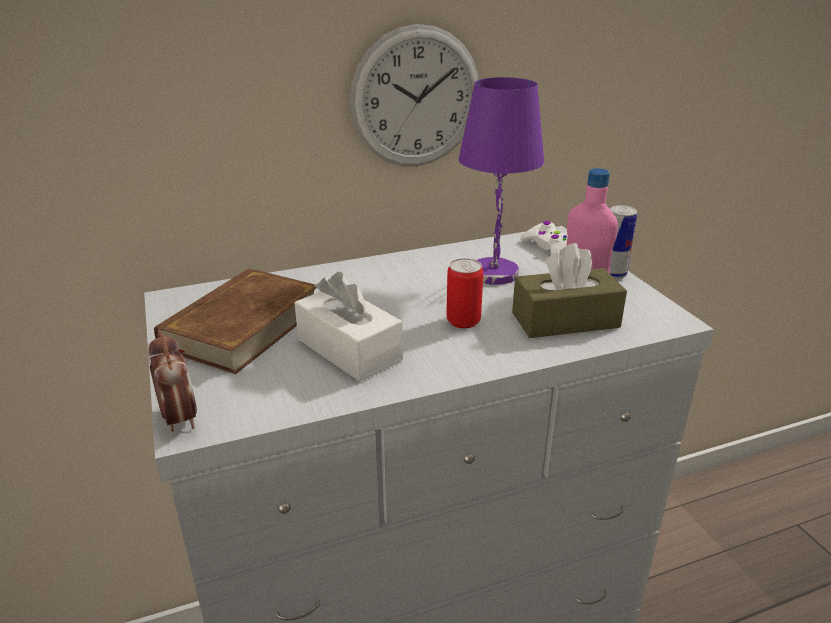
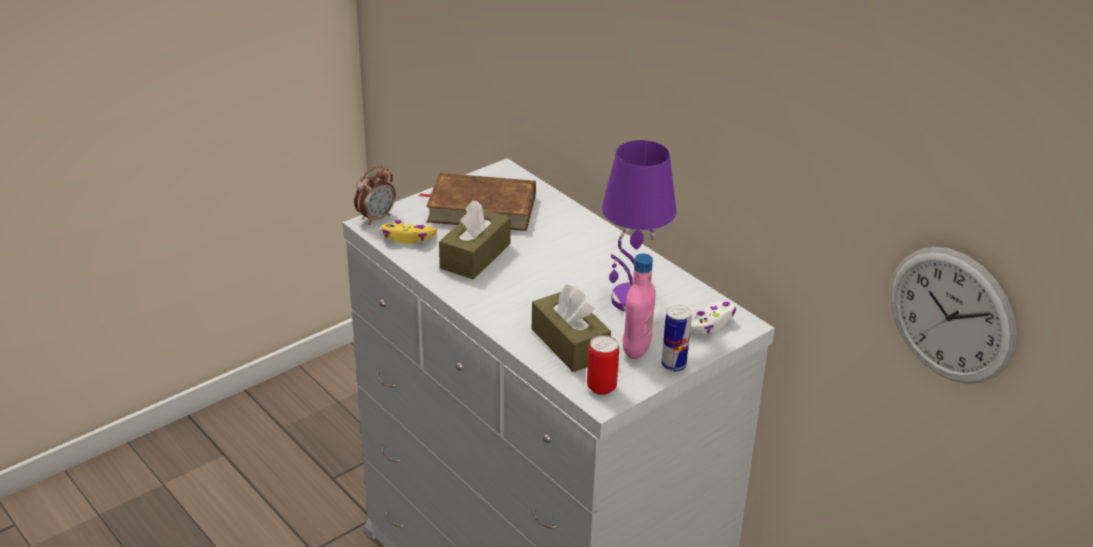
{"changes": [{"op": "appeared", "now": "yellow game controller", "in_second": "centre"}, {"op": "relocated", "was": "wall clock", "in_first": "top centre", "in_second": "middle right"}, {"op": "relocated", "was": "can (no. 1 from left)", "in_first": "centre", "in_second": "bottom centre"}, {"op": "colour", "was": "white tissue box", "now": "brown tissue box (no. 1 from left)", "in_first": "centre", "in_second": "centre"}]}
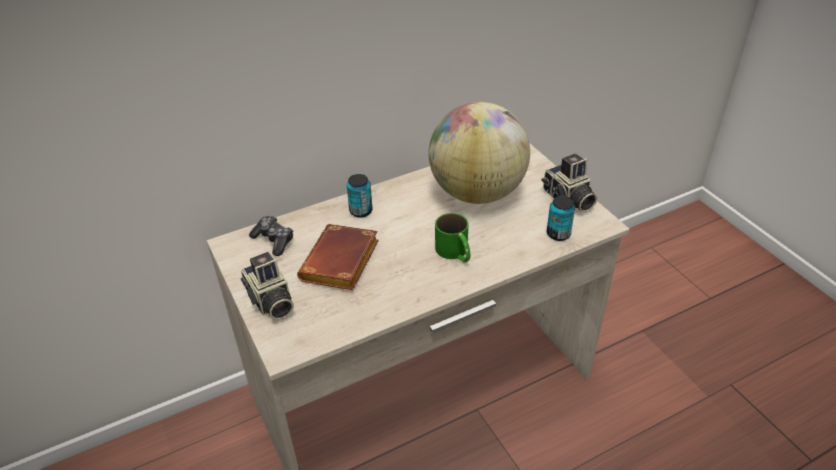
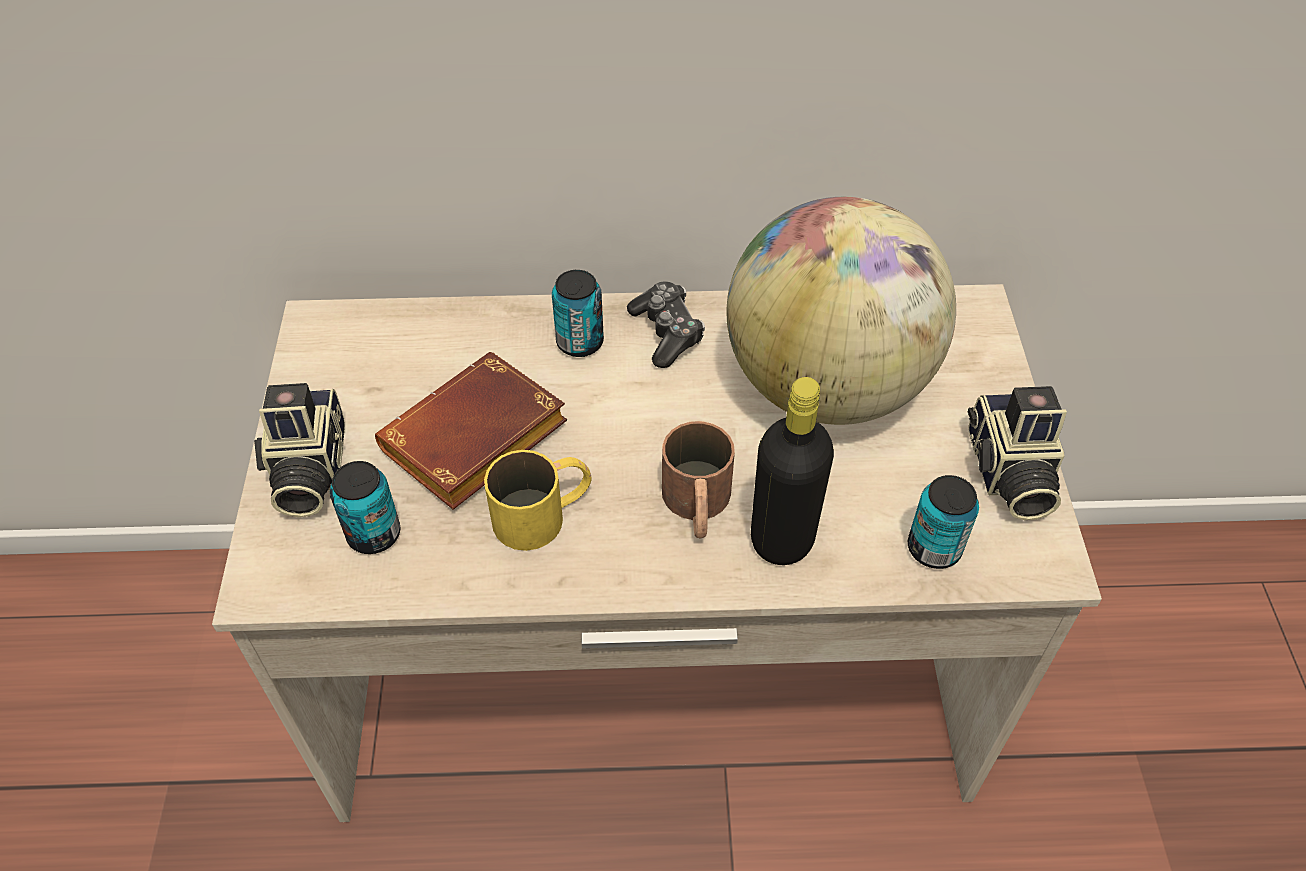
{"changes": [{"op": "appeared", "now": "can (no. 1 from left)", "in_second": "middle left"}, {"op": "appeared", "now": "yellow mug", "in_second": "centre"}, {"op": "appeared", "now": "black bottle", "in_second": "centre"}, {"op": "relocated", "was": "game controller", "in_first": "middle left", "in_second": "centre"}, {"op": "colour", "was": "green mug", "now": "brown mug", "in_first": "centre", "in_second": "centre"}]}
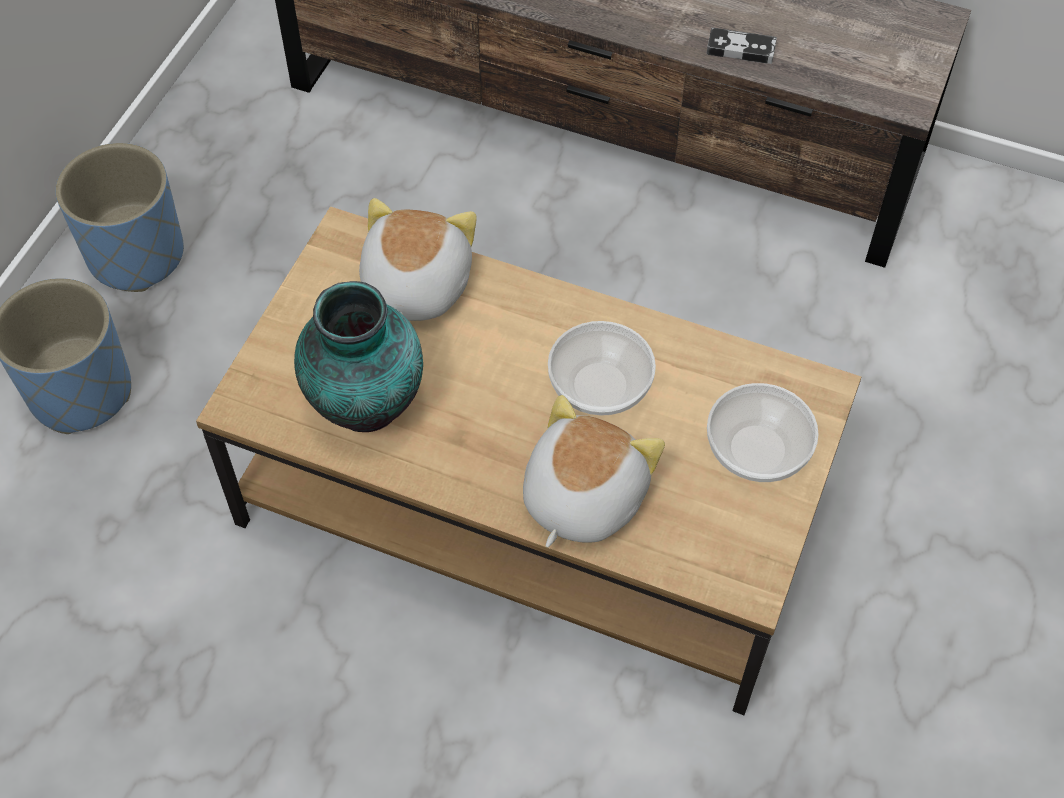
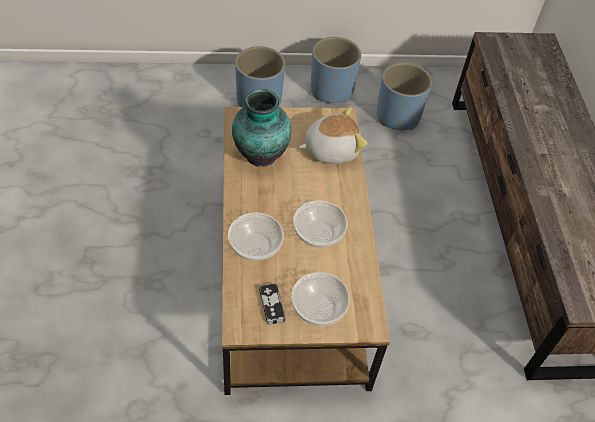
{"changes": [{"op": "appeared", "now": "blue planter (no. 3 from left)", "in_second": "top right"}, {"op": "relocated", "was": "game controller", "in_first": "top right", "in_second": "bottom centre"}, {"op": "exchanged", "was": "plush toy (no. 2 from left)", "now": "bowl (no. 1 from left)", "in_first": "centre", "in_second": "centre"}]}
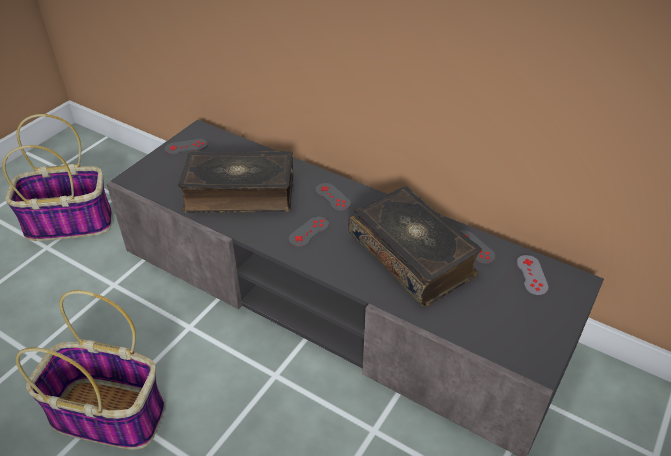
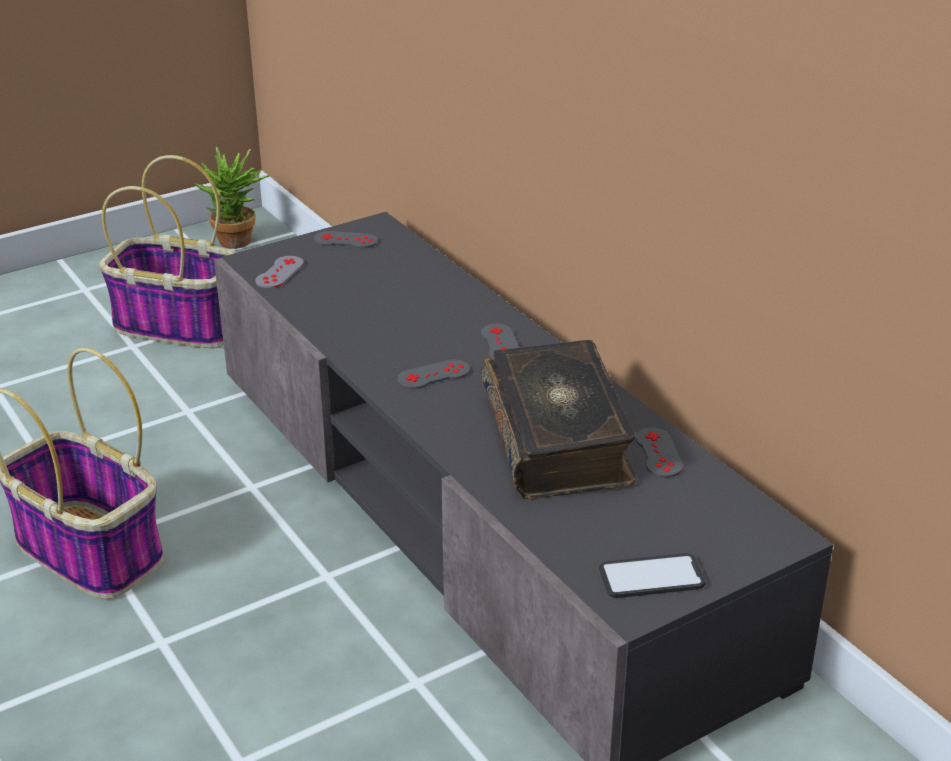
{"changes": [{"op": "missing", "was": "book (no. 1 from left)", "in_first": "centre"}, {"op": "appeared", "now": "potted plant", "in_second": "top left"}, {"op": "appeared", "now": "phone", "in_second": "bottom right"}, {"op": "relocated", "was": "grey game controller (no. 5 from left in the first image)", "now": "grey game controller (no. 1 from left)", "in_first": "middle right", "in_second": "middle left"}]}
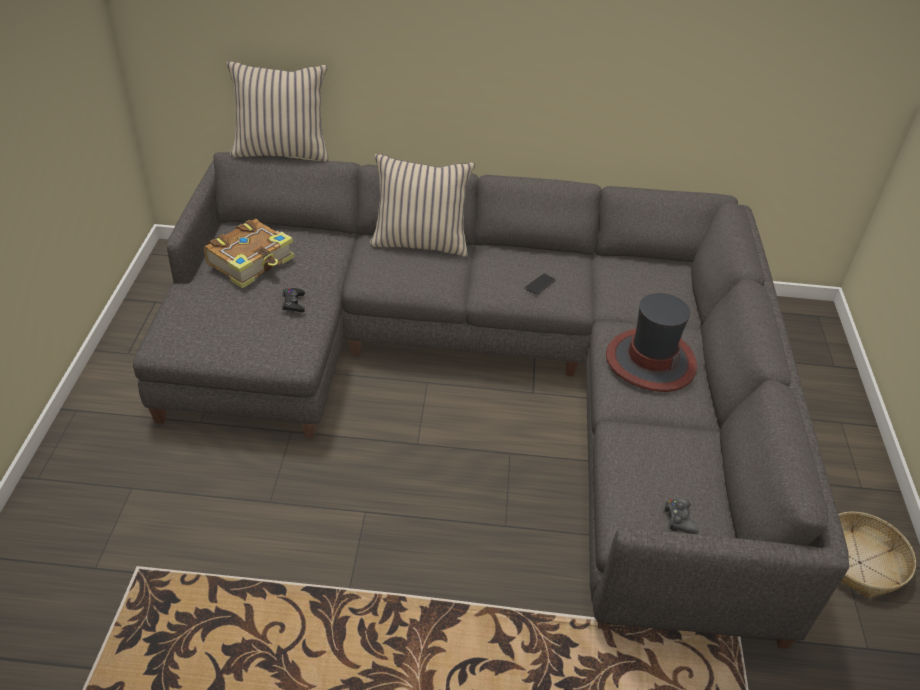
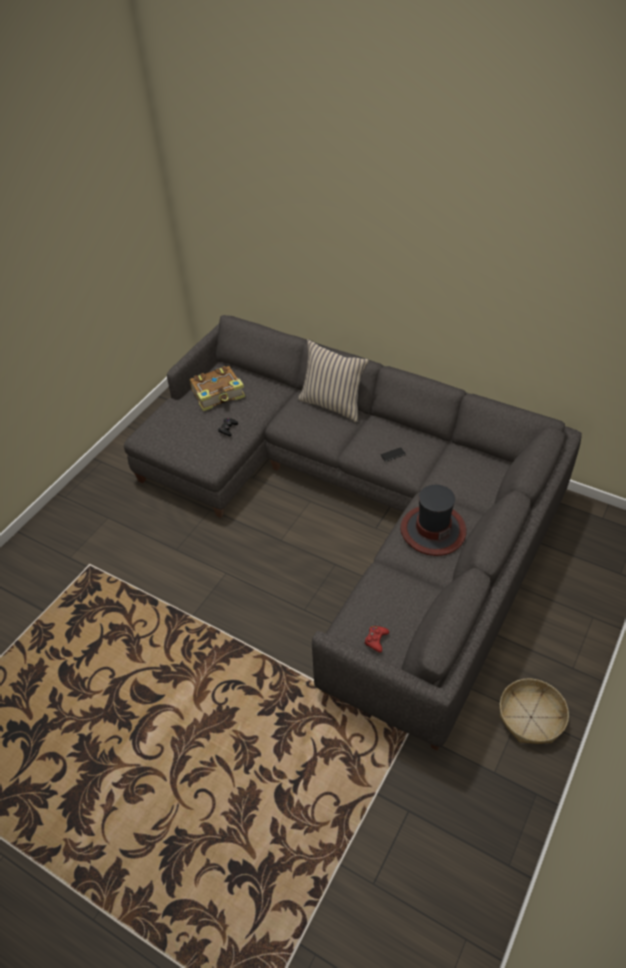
{"changes": [{"op": "missing", "was": "beige pillow (no. 1 from left)", "in_first": "top left"}, {"op": "colour", "was": "black game controller (no. 2 from left)", "now": "red game controller", "in_first": "bottom right", "in_second": "centre"}]}
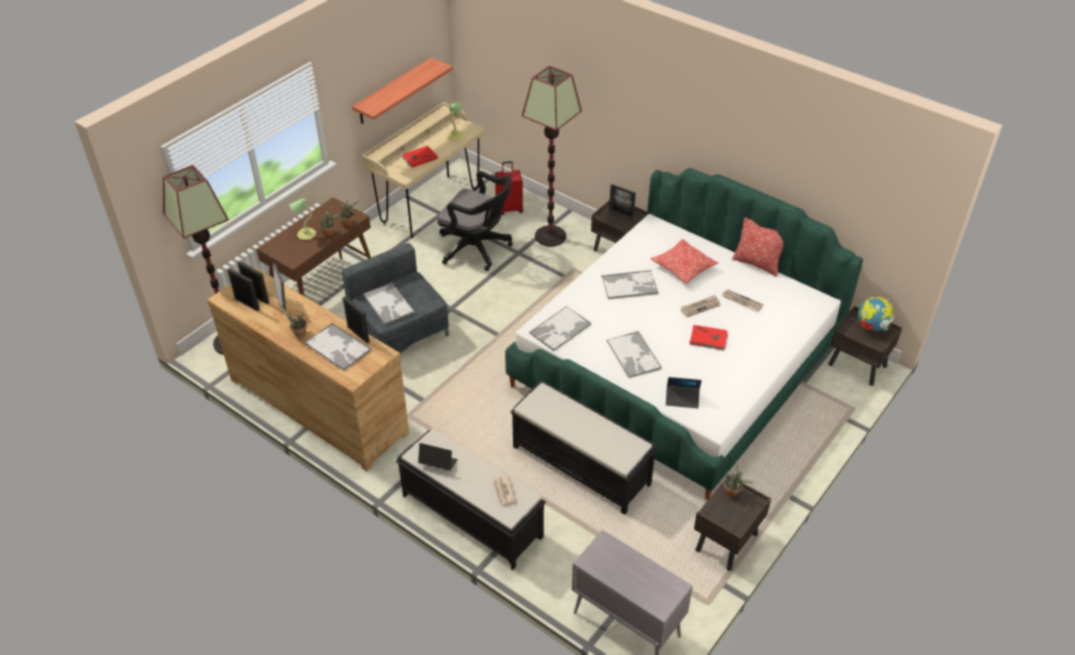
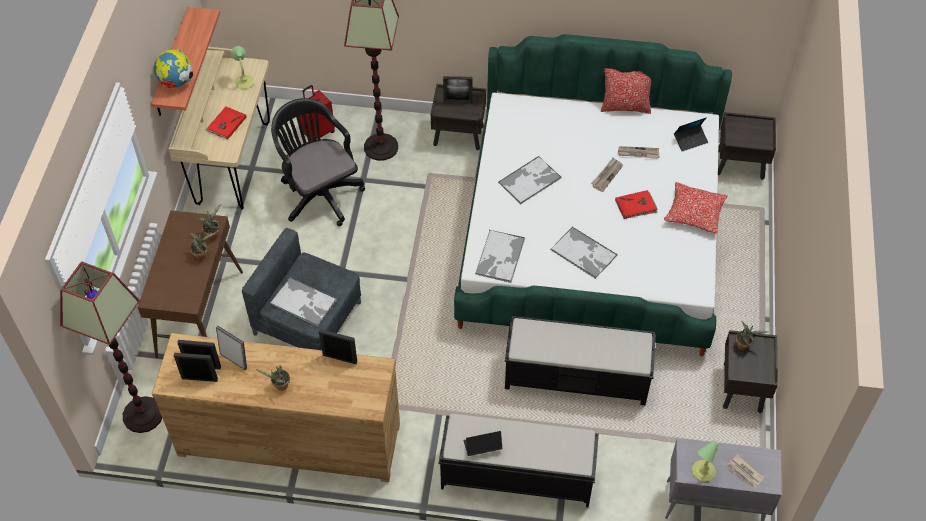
{"changes": [{"op": "missing", "was": "tray (no. 1 from left)", "in_first": "middle left"}, {"op": "relocated", "was": "table lamp (no. 1 from left in the first image)", "now": "table lamp (no. 2 from left)", "in_first": "middle left", "in_second": "bottom right"}, {"op": "relocated", "was": "newspaper (no. 1 from left in the first image)", "now": "newspaper (no. 3 from left)", "in_first": "bottom centre", "in_second": "bottom right"}, {"op": "relocated", "was": "pillow (no. 1 from left in the first image)", "now": "pillow (no. 2 from left)", "in_first": "centre", "in_second": "middle right"}, {"op": "relocated", "was": "laptop (no. 2 from left)", "in_first": "centre", "in_second": "top right"}, {"op": "relocated", "was": "globe", "in_first": "middle right", "in_second": "top left"}, {"op": "spun", "was": "black office chair", "in_first": "centre", "in_second": "top centre", "clockwise": -120}]}
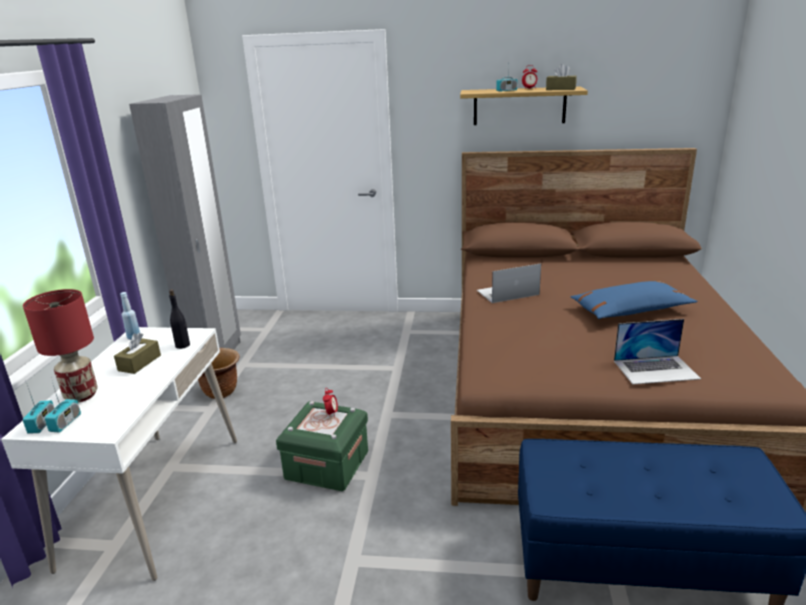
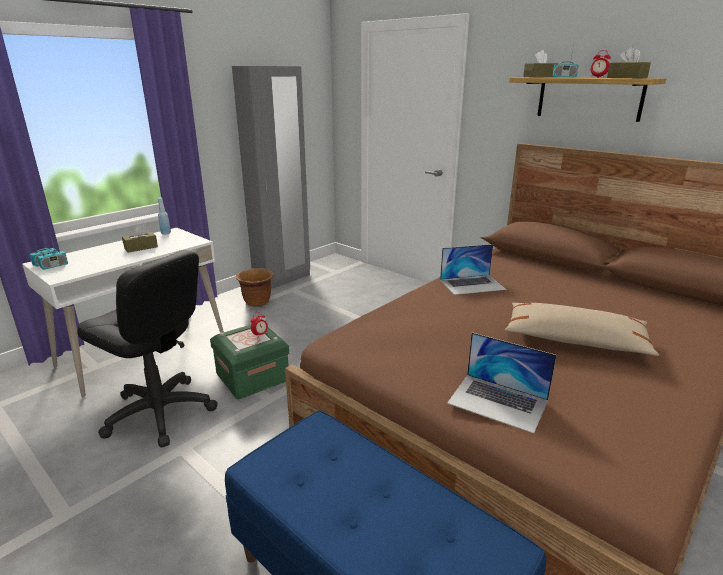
{"changes": [{"op": "missing", "was": "red table lamp", "in_first": "middle left"}, {"op": "missing", "was": "black bottle", "in_first": "middle left"}, {"op": "appeared", "now": "black office chair", "in_second": "middle left"}, {"op": "appeared", "now": "brown tissue box (no. 2 from left)", "in_second": "top right"}, {"op": "colour", "was": "blue pillow", "now": "beige pillow", "in_first": "middle right", "in_second": "middle right"}, {"op": "spun", "was": "laptop (no. 1 from left)", "in_first": "centre", "in_second": "centre", "clockwise": 150}]}
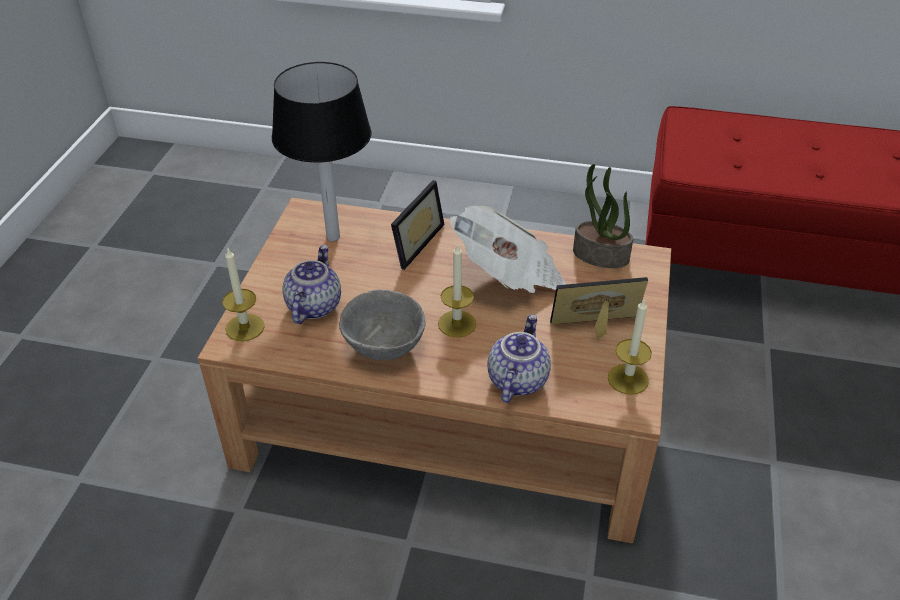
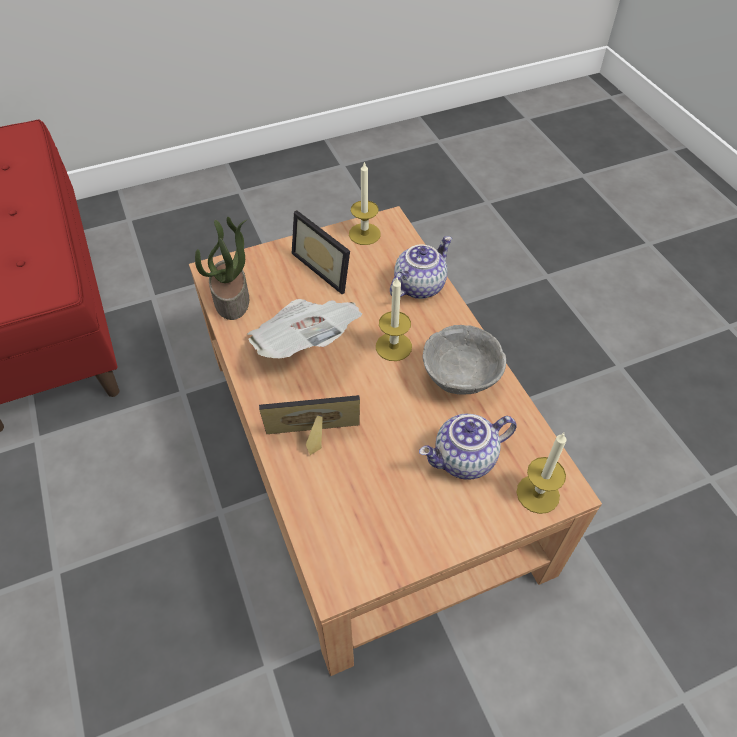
{"changes": [{"op": "missing", "was": "table lamp", "in_first": "top centre"}, {"op": "spun", "was": "teapot (no. 2 from left in the first image)", "in_first": "centre", "in_second": "centre", "clockwise": 150}]}
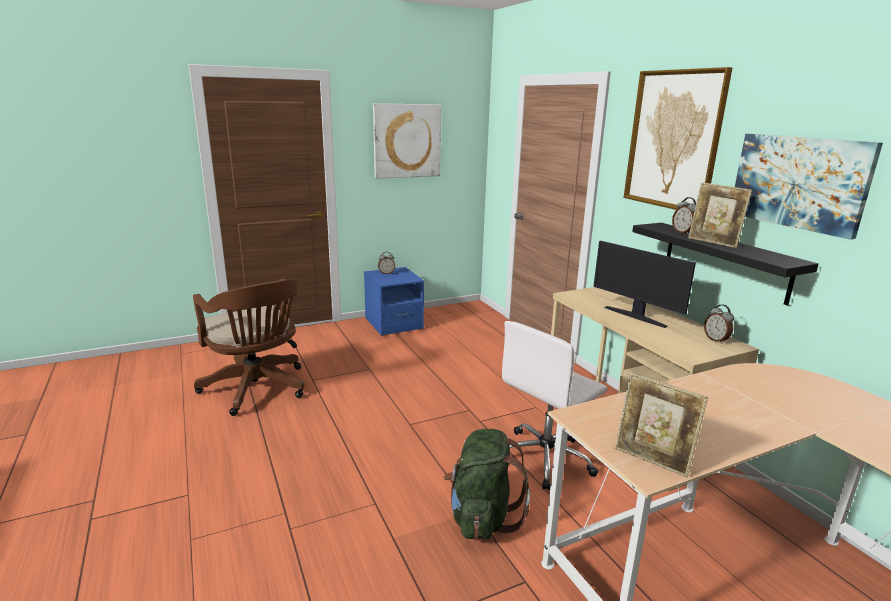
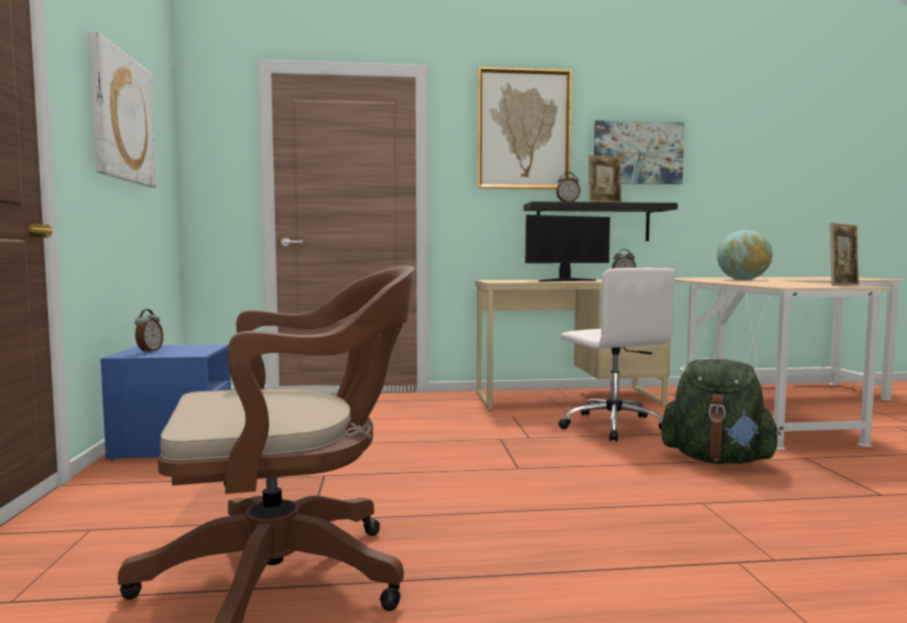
{"changes": [{"op": "appeared", "now": "globe", "in_second": "middle right"}]}
